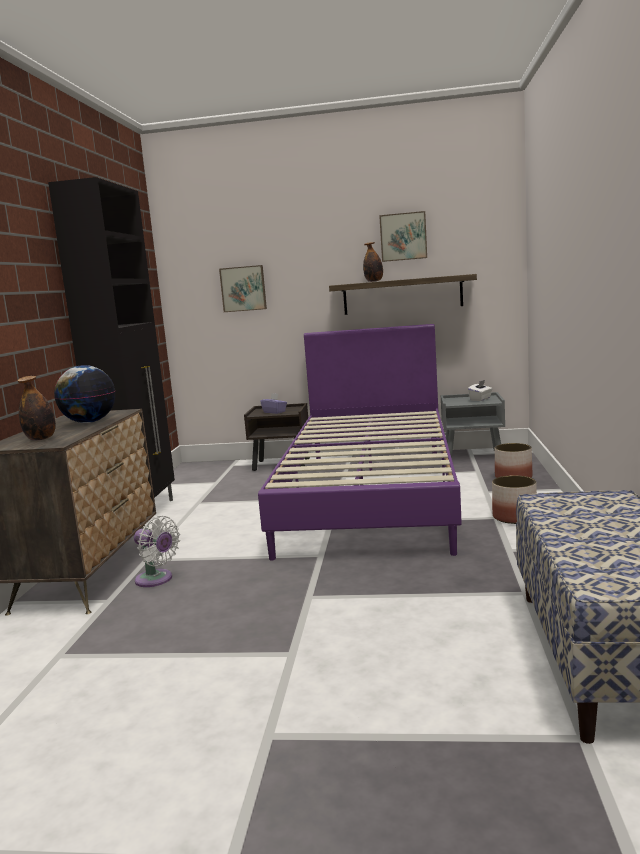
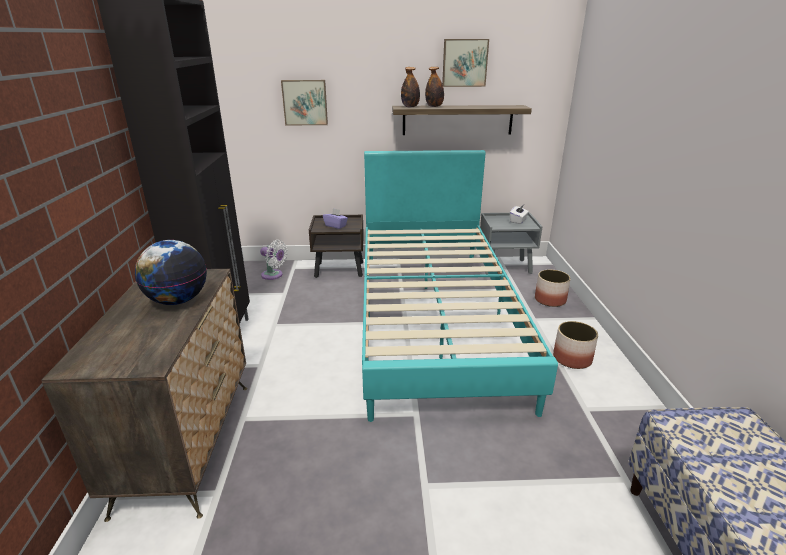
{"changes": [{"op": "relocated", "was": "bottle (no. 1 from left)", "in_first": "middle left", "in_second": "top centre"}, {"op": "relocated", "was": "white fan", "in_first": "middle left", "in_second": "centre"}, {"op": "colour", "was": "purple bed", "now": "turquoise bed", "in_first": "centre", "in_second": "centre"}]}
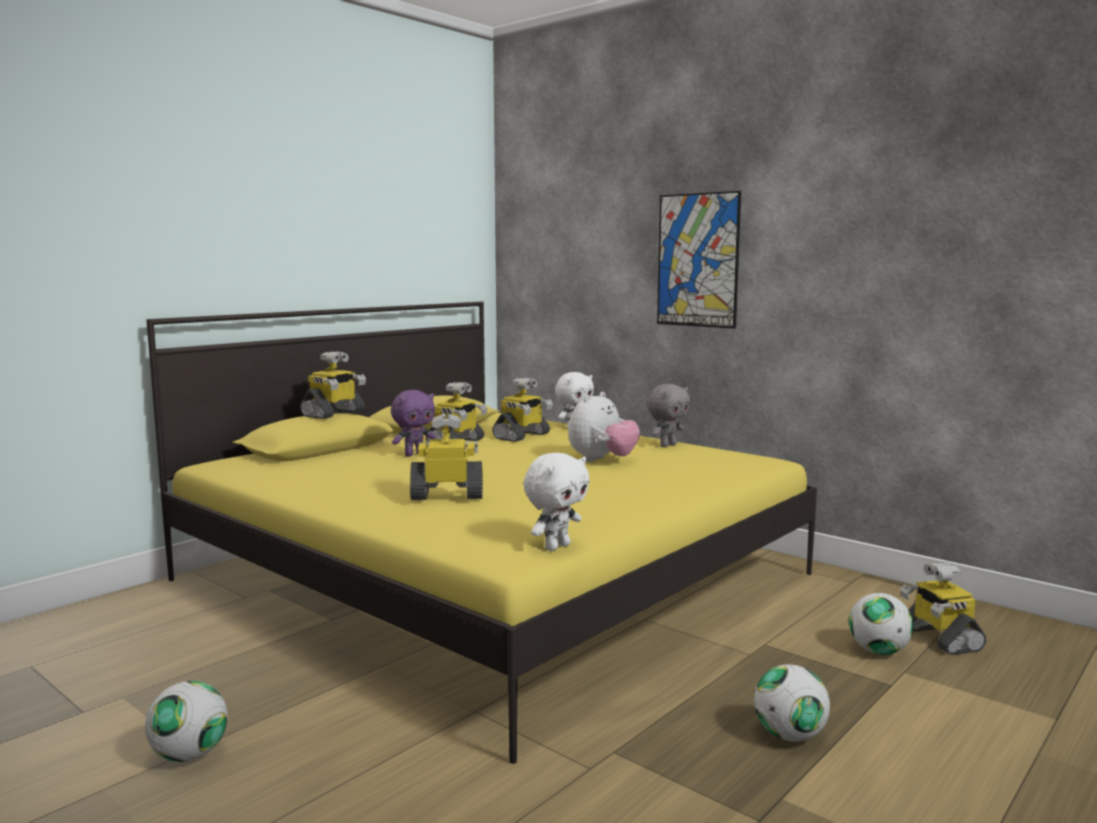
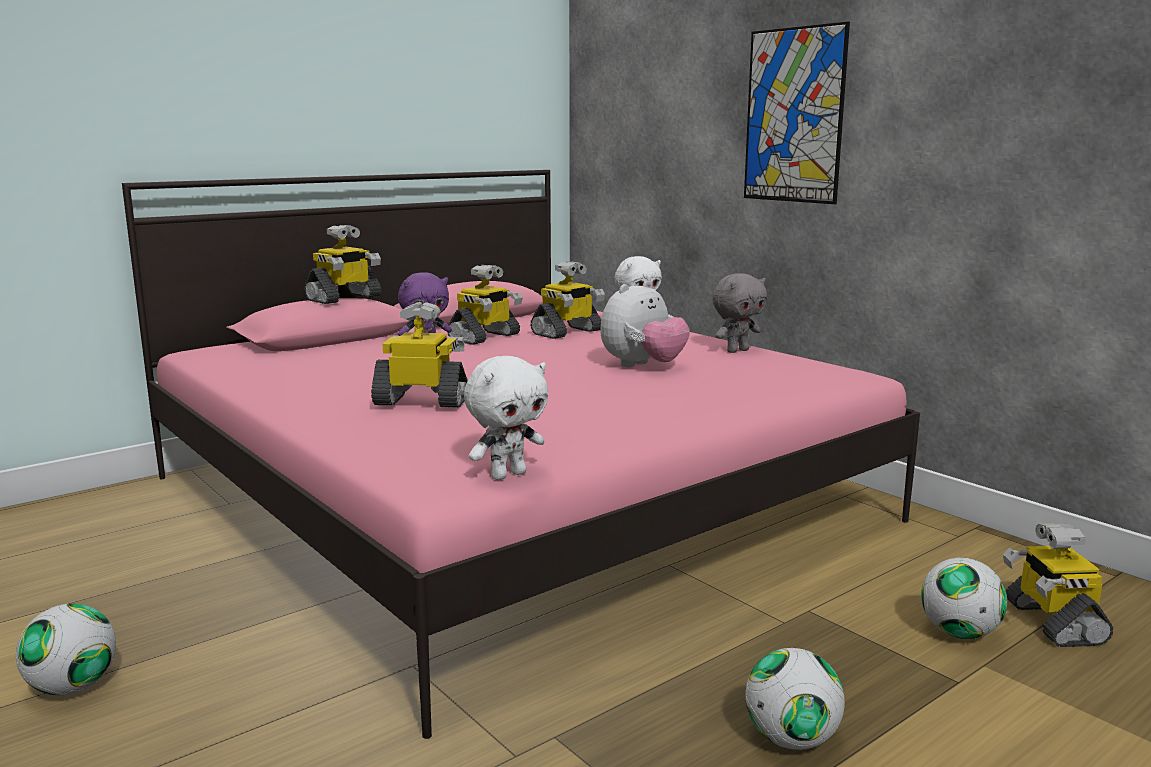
{"changes": [{"op": "colour", "was": "yellow bed", "now": "pink bed", "in_first": "centre", "in_second": "centre"}]}
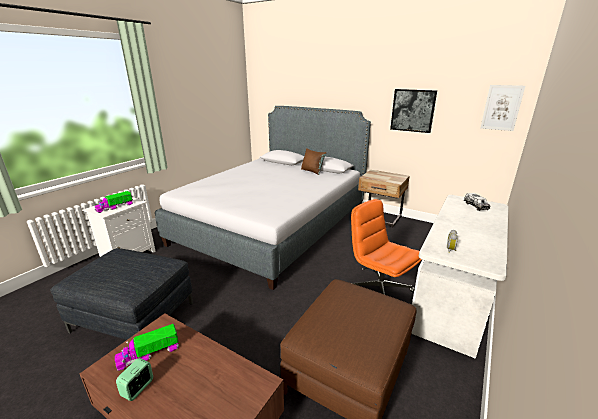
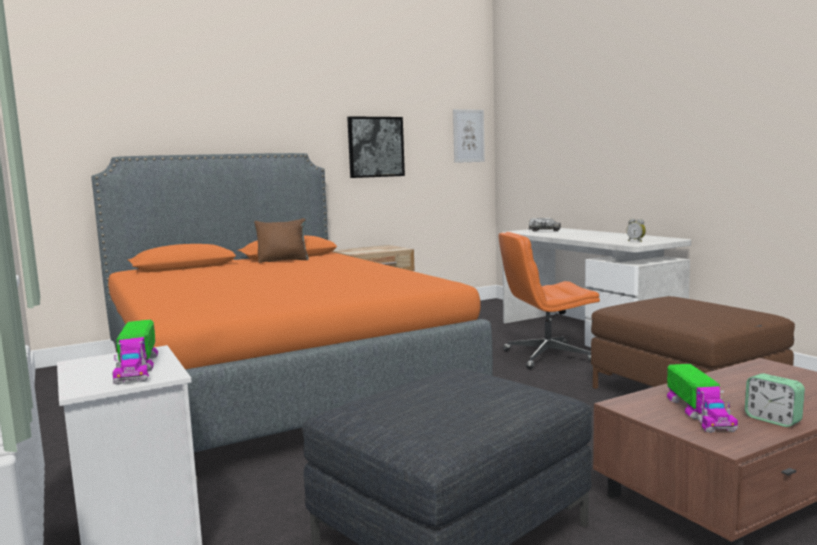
{"changes": [{"op": "colour", "was": "grey bed", "now": "orange bed", "in_first": "centre", "in_second": "centre"}]}
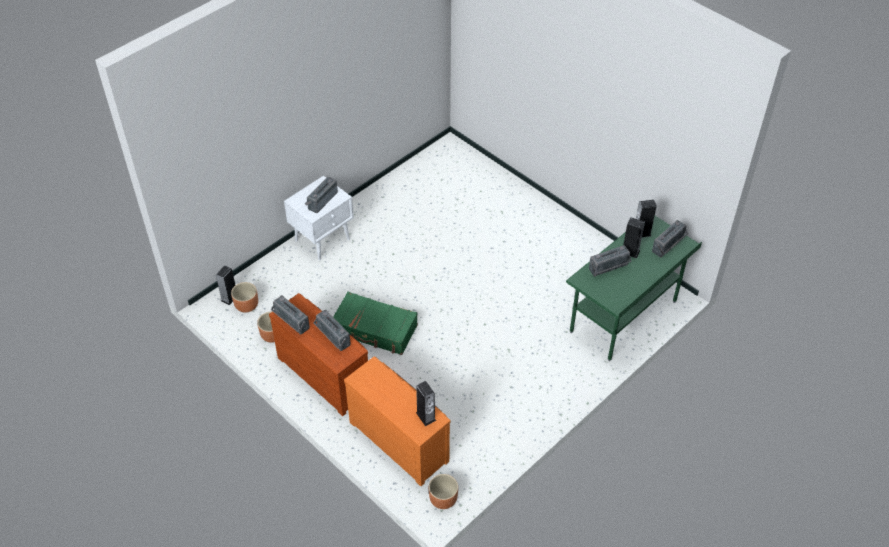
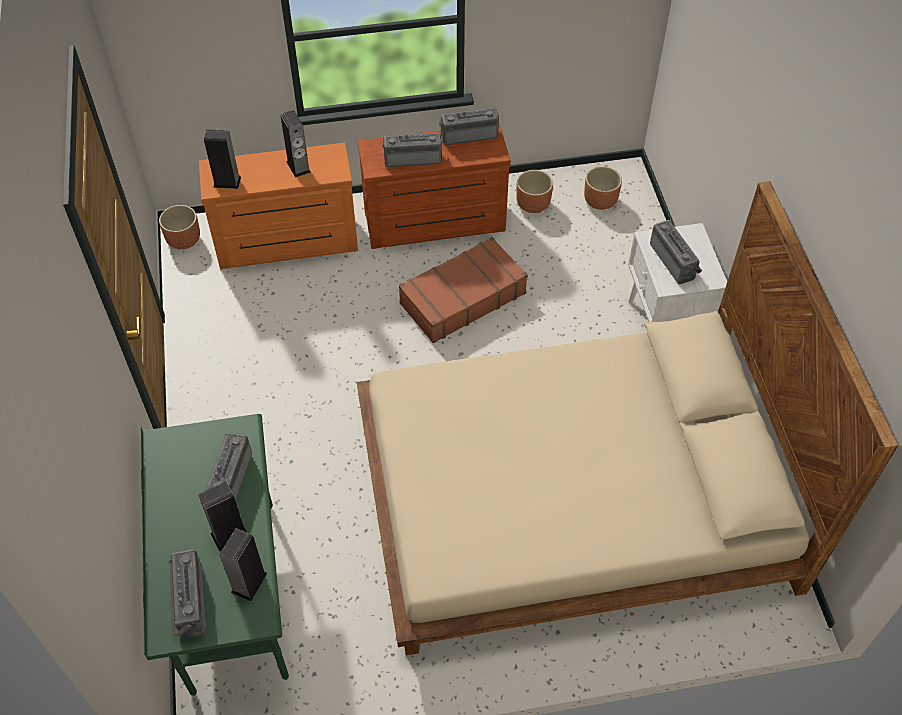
{"changes": [{"op": "appeared", "now": "beige bed", "in_second": "middle right"}, {"op": "relocated", "was": "speaker (no. 1 from left in the first image)", "now": "speaker (no. 4 from left)", "in_first": "middle left", "in_second": "top left"}, {"op": "colour", "was": "green suitcase", "now": "brown suitcase", "in_first": "centre", "in_second": "centre"}]}
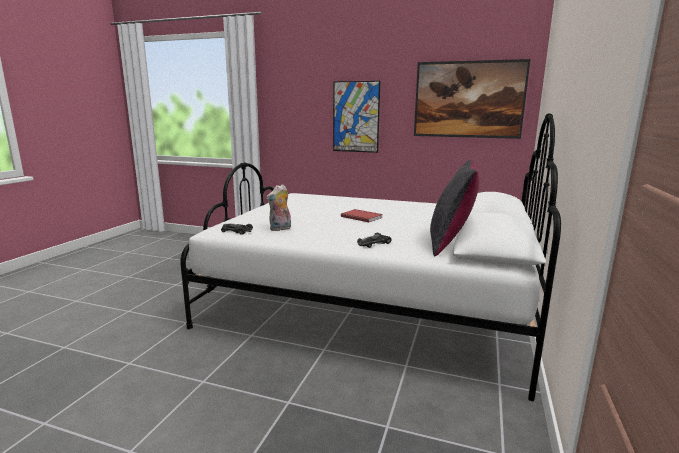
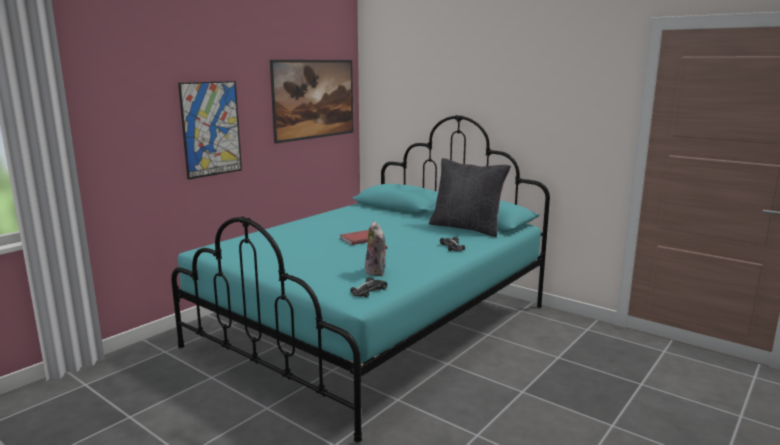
{"changes": [{"op": "colour", "was": "white bed", "now": "turquoise bed", "in_first": "centre", "in_second": "centre"}]}
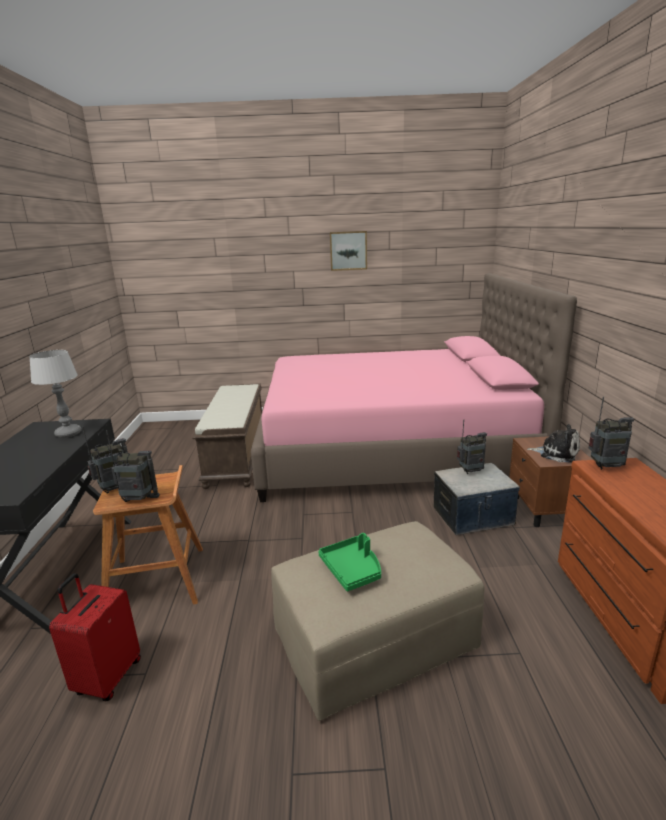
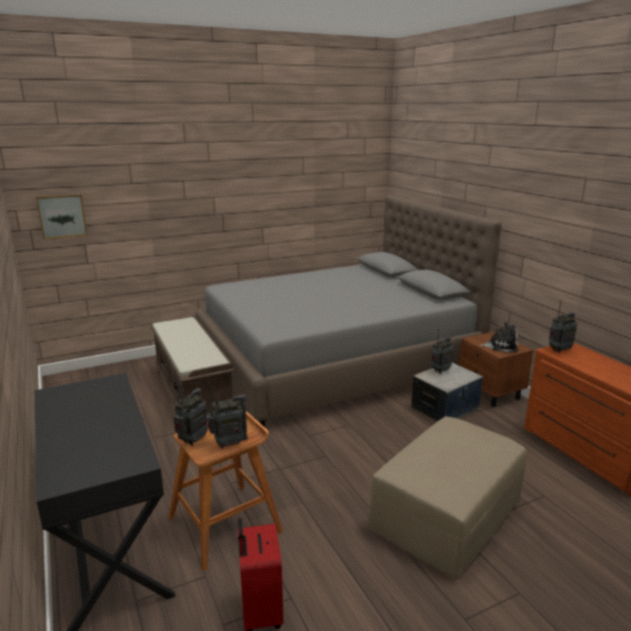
{"changes": [{"op": "missing", "was": "table lamp", "in_first": "middle left"}, {"op": "missing", "was": "green tray", "in_first": "bottom centre"}, {"op": "relocated", "was": "picture", "in_first": "top centre", "in_second": "middle left"}, {"op": "colour", "was": "pink bed", "now": "grey bed", "in_first": "centre", "in_second": "centre"}]}
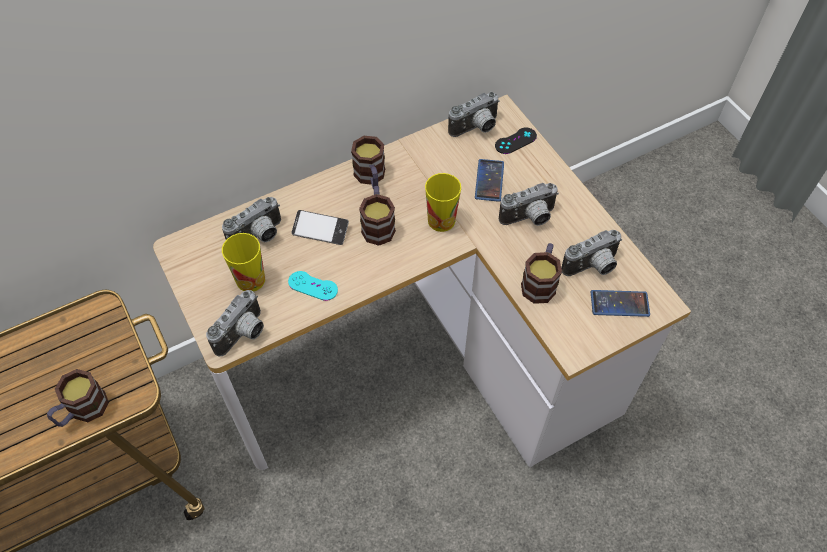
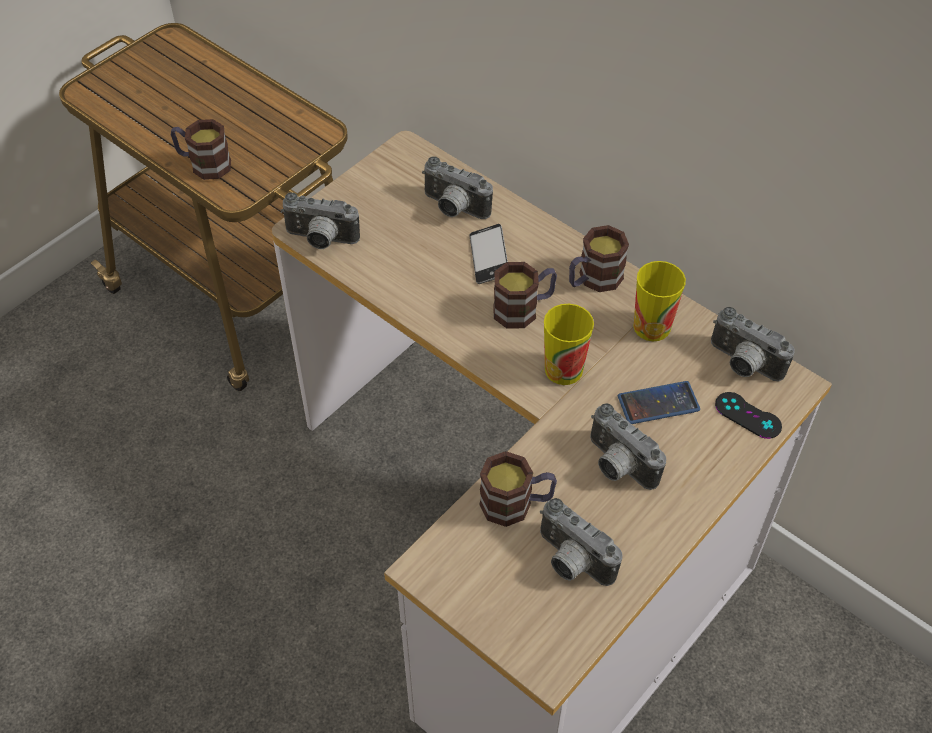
{"changes": [{"op": "missing", "was": "turquoise game controller", "in_first": "centre"}, {"op": "missing", "was": "phone (no. 3 from left)", "in_first": "middle right"}, {"op": "relocated", "was": "cup (no. 1 from left in the first image)", "now": "cup (no. 2 from left)", "in_first": "middle left", "in_second": "middle right"}]}
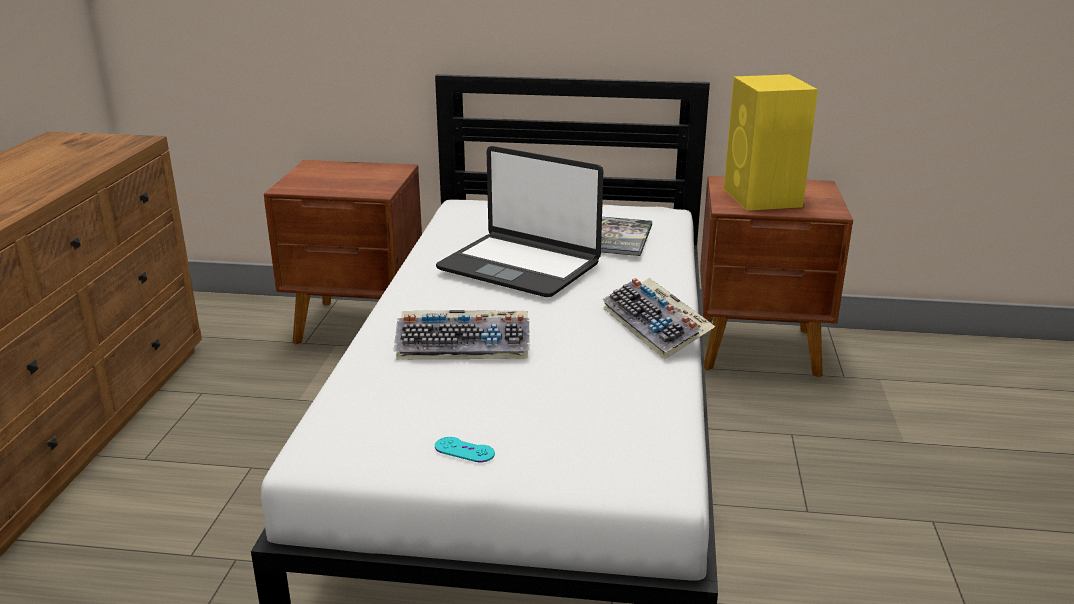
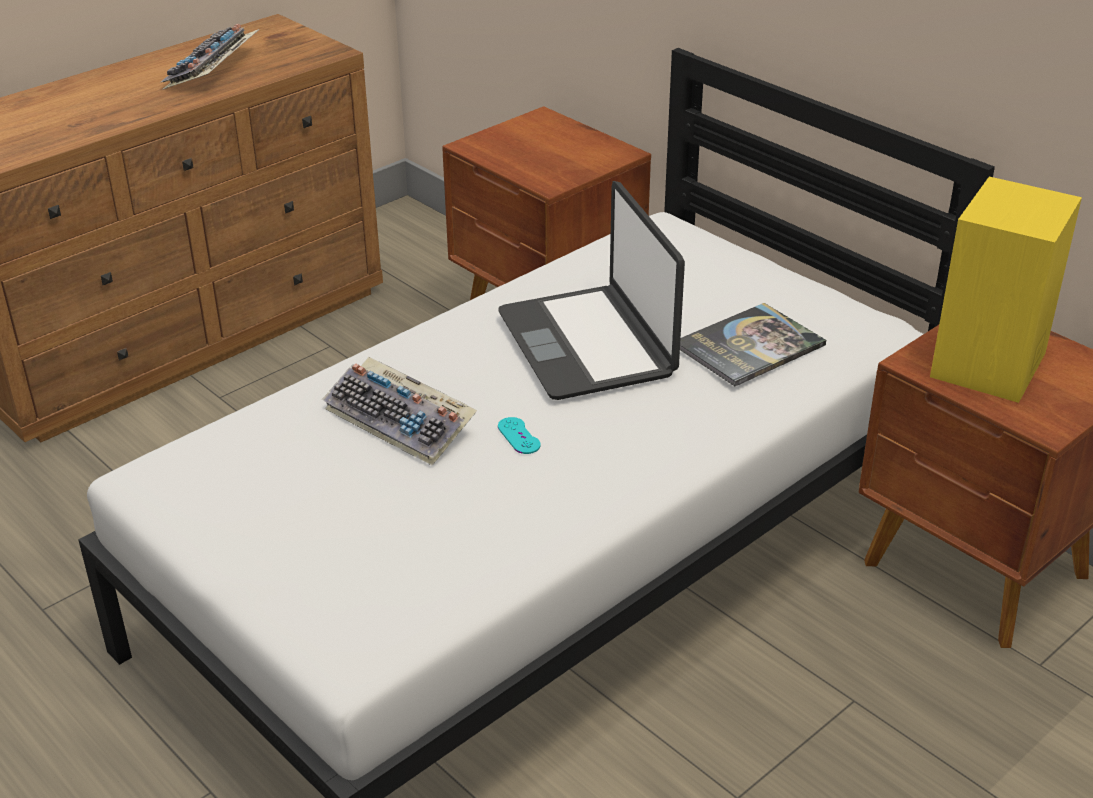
{"changes": [{"op": "relocated", "was": "turquoise game controller", "in_first": "bottom centre", "in_second": "centre"}, {"op": "relocated", "was": "keyboard (no. 2 from left in the first image)", "now": "keyboard (no. 1 from left)", "in_first": "centre", "in_second": "top left"}]}
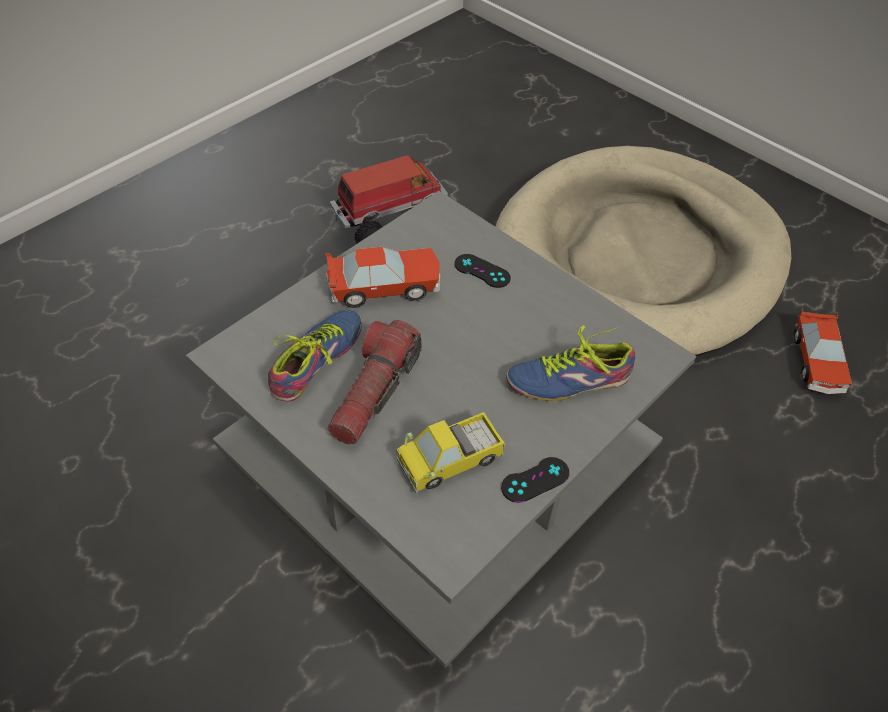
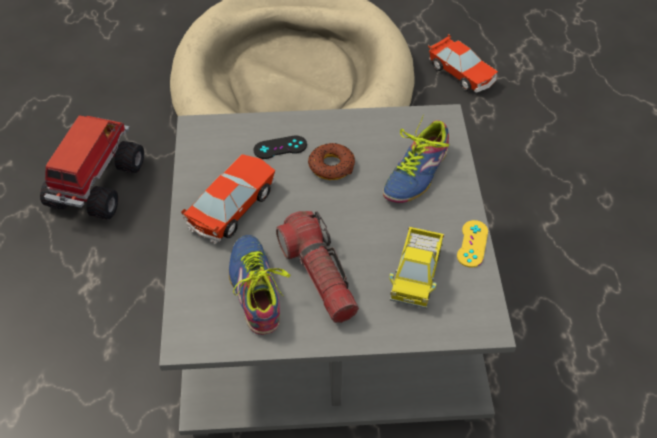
{"changes": [{"op": "appeared", "now": "donut", "in_second": "centre"}, {"op": "colour", "was": "black game controller (no. 2 from left)", "now": "yellow game controller", "in_first": "bottom centre", "in_second": "middle right"}]}
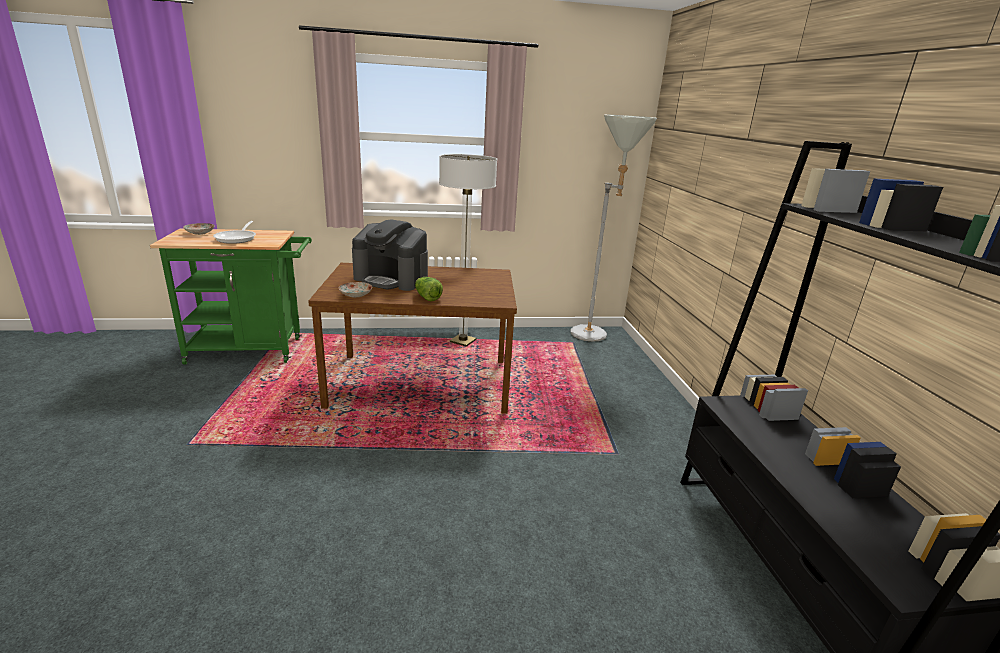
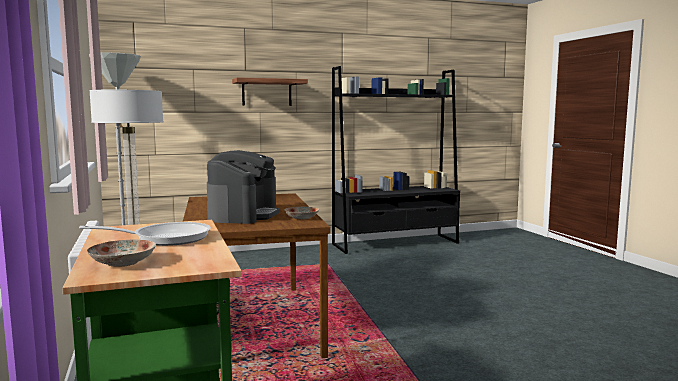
{"changes": [{"op": "missing", "was": "lettuce", "in_first": "centre"}, {"op": "appeared", "now": "shelf", "in_second": "top centre"}]}
